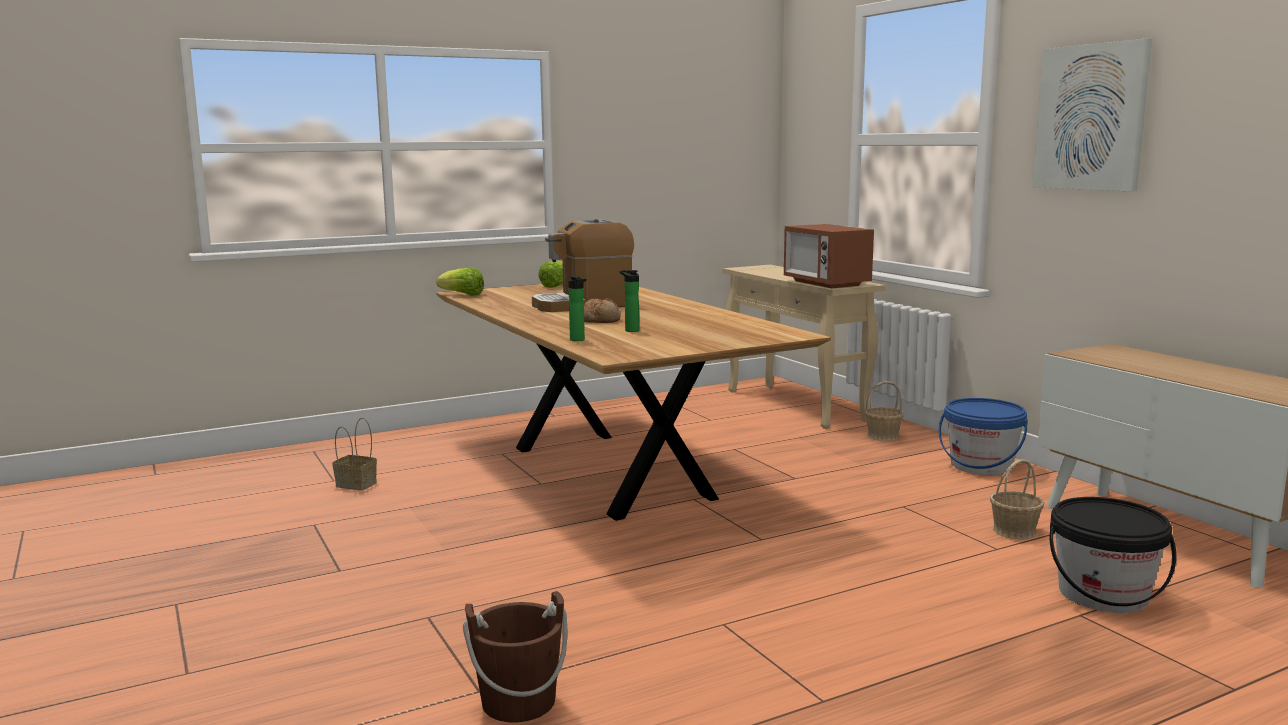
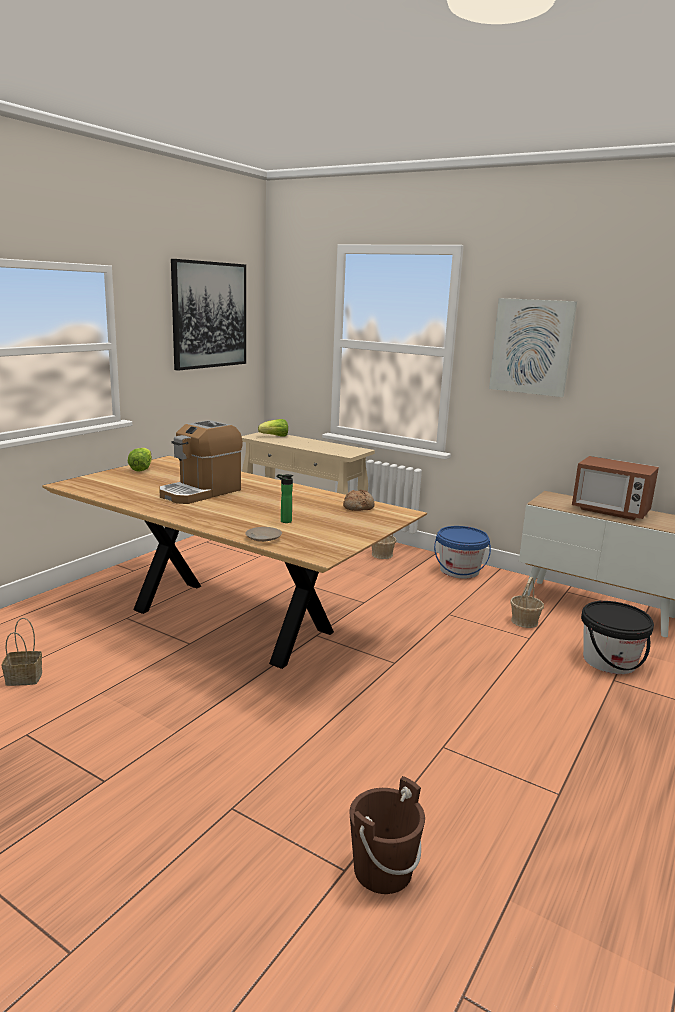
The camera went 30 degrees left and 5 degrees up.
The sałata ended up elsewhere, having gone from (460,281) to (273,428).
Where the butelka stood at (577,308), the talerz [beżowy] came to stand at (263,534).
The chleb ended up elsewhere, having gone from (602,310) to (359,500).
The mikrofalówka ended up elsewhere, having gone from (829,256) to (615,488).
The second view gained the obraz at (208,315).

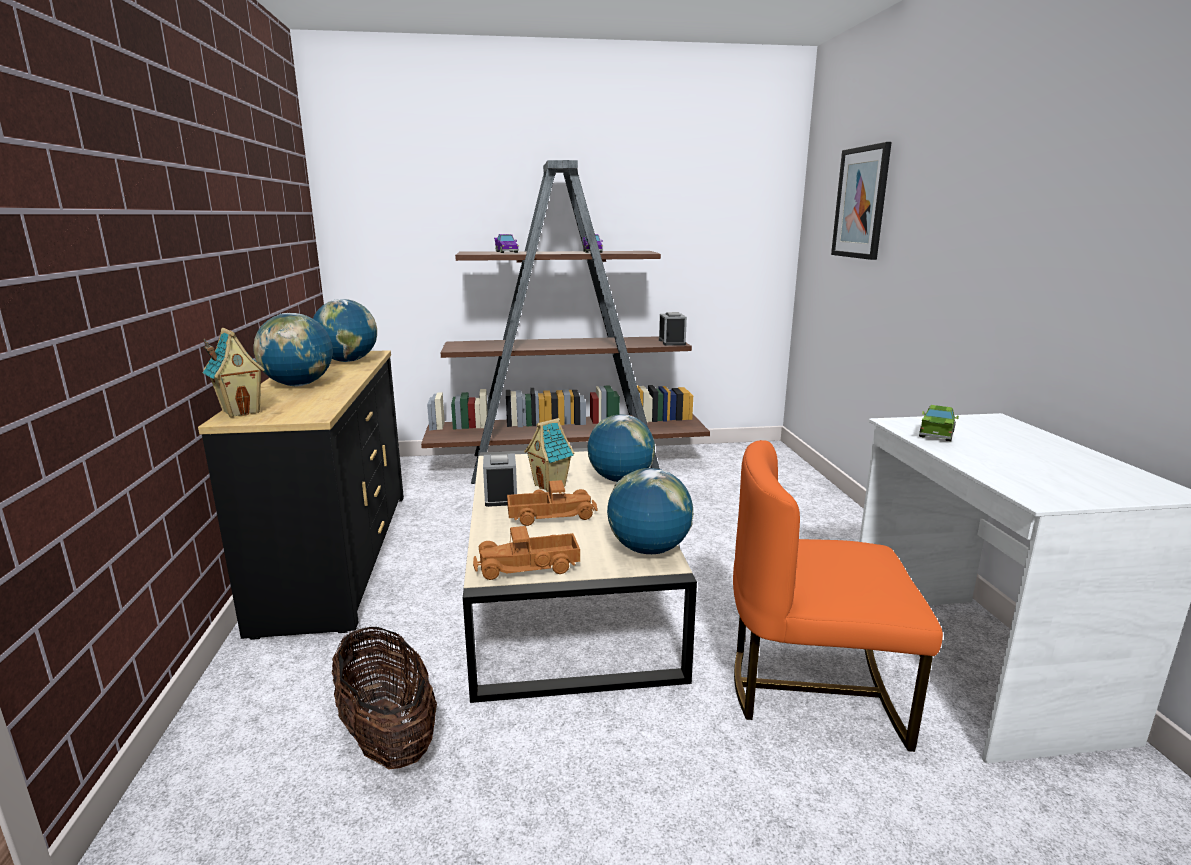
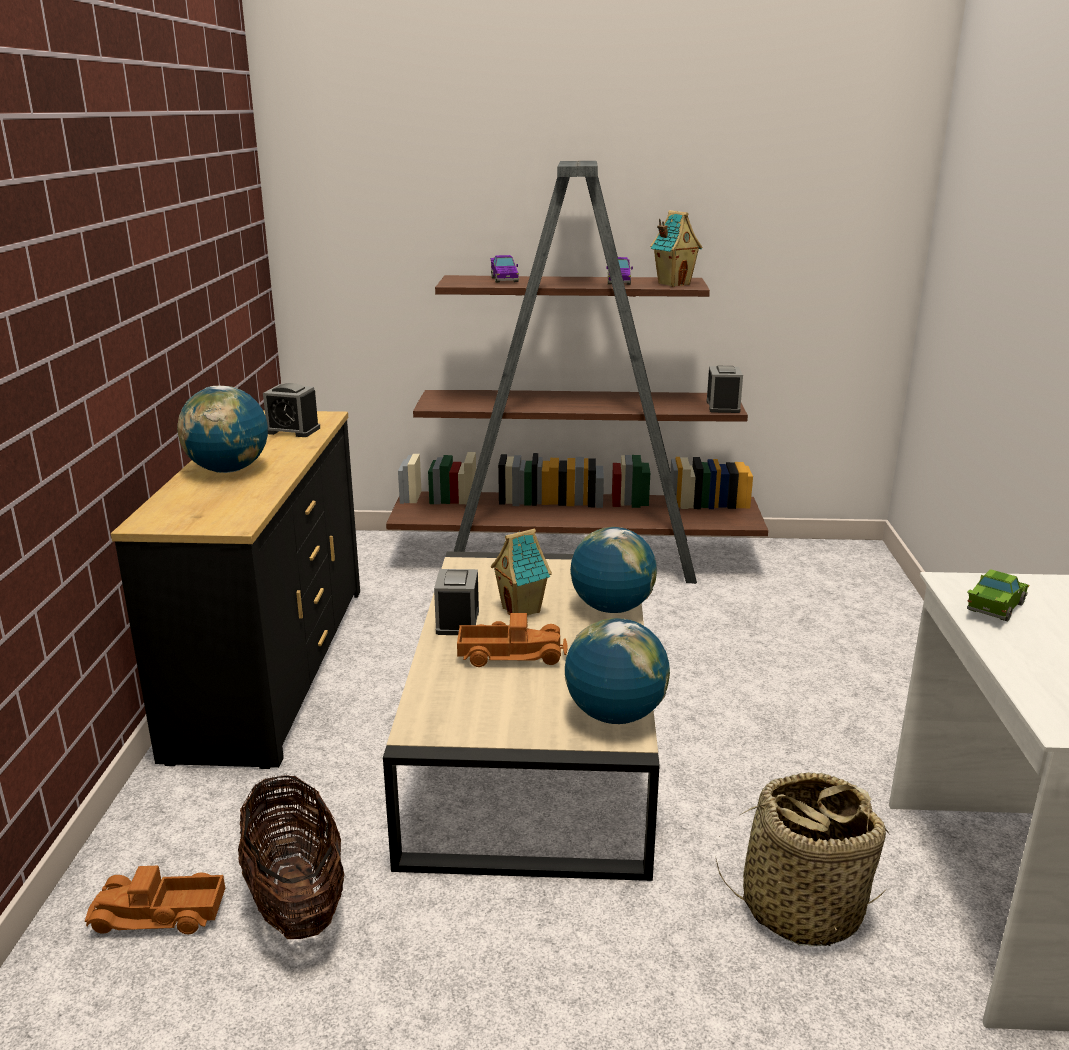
The camera went 10 degrees right and 5 degrees up.
The domek ended up elsewhere, having gone from (234,372) to (676,248).
Where the globus stood at (345,330), the budzik came to stand at (291,410).
The ciężarówka zabawkowa ended up elsewhere, having gone from (526,553) to (155,900).
Where the krzesło [pomarańczowy] stood at (838,596), the koszyk came to stand at (803,859).
The second view lost the obraz at (861,201).

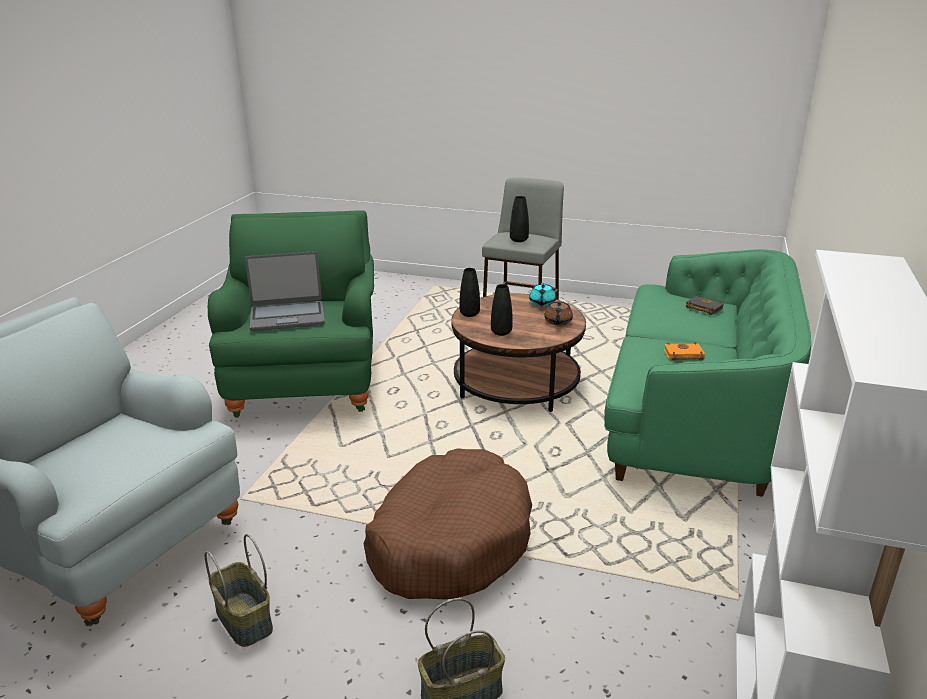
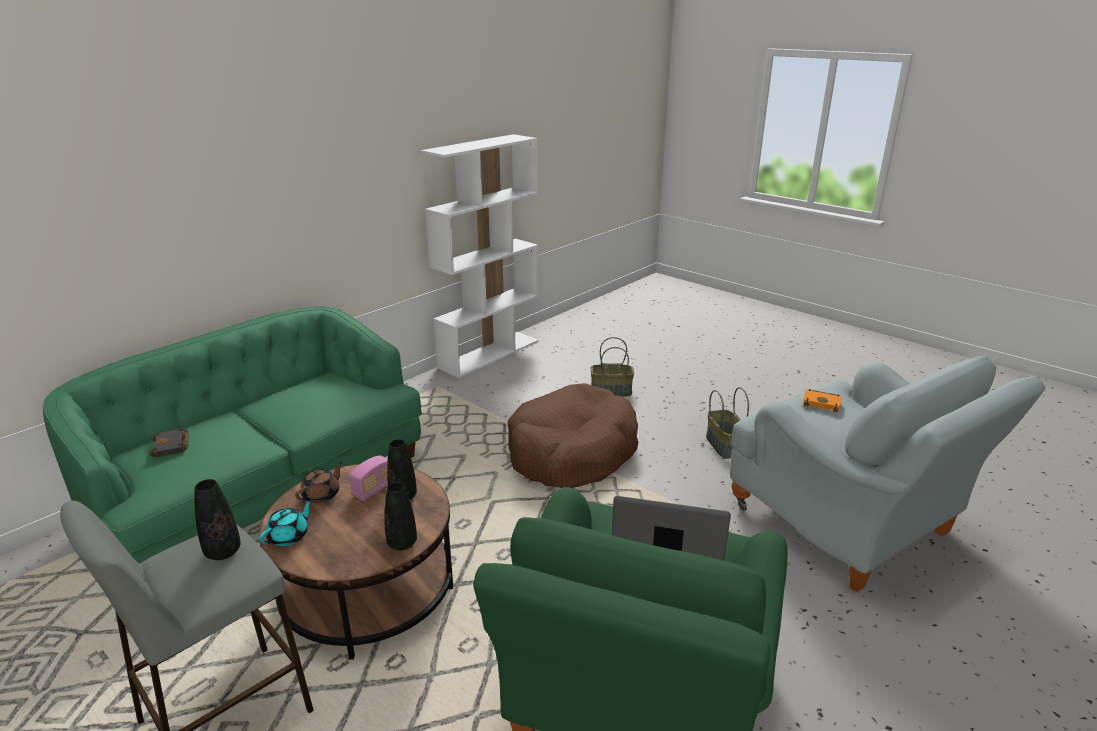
The camera went 155 degrees left and 0 degrees up.
The książka [pomarańczowy] ended up elsewhere, having gone from (684,351) to (822,400).
The second view gained the radio at (368,478).

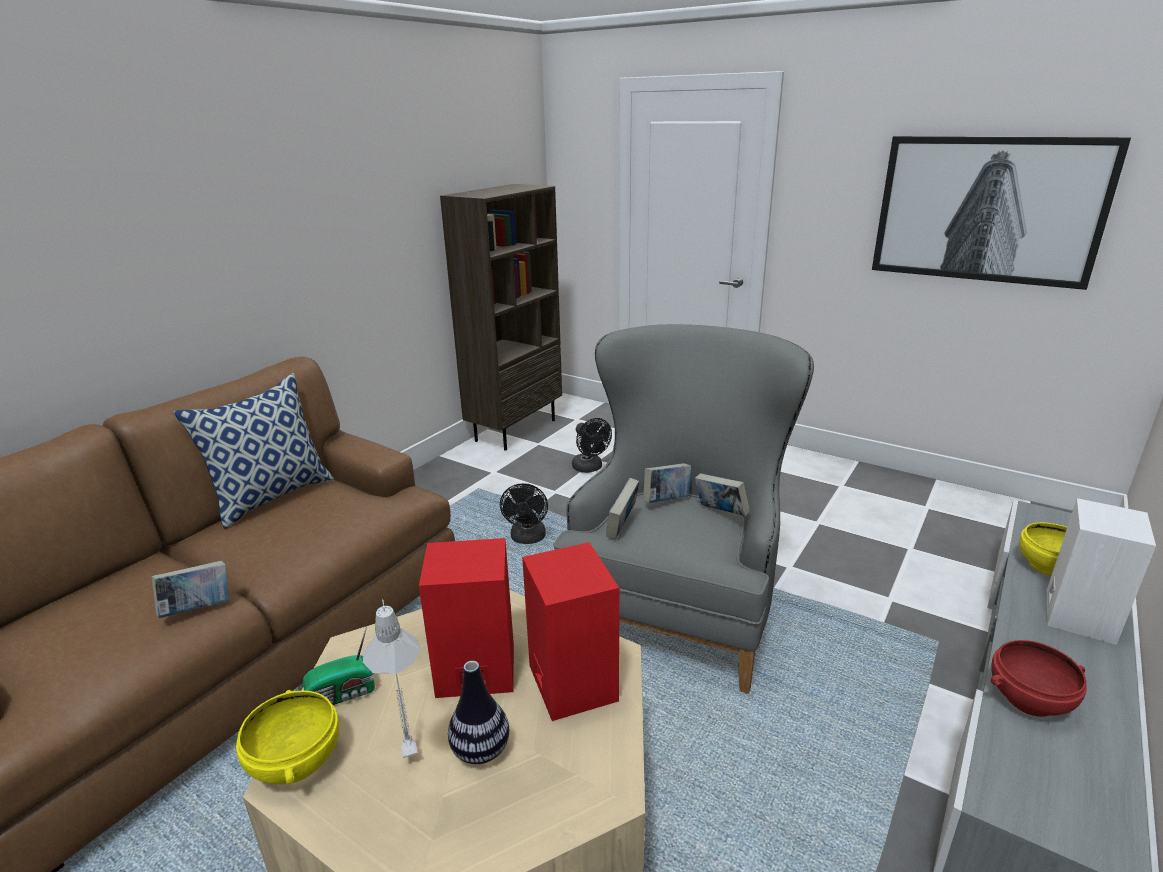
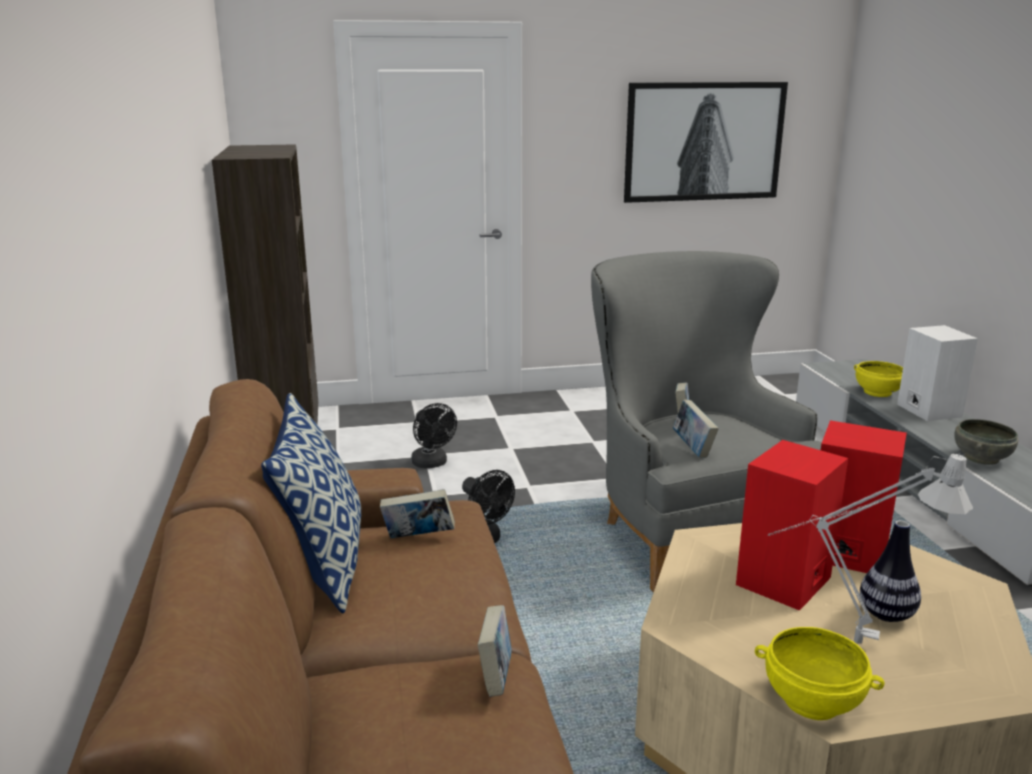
The camera went 45 degrees left and 5 degrees down.
The second view lost the radio at (339,665).
The wentylator [czarny] at (592,445) ended up facing another way, 45 degrees clockwise from before.
The książka ended up elsewhere, having gone from (722,494) to (417,513).
What was the miska [czerwony] at (1039,678) turned into the miska [szary] at (986,442).

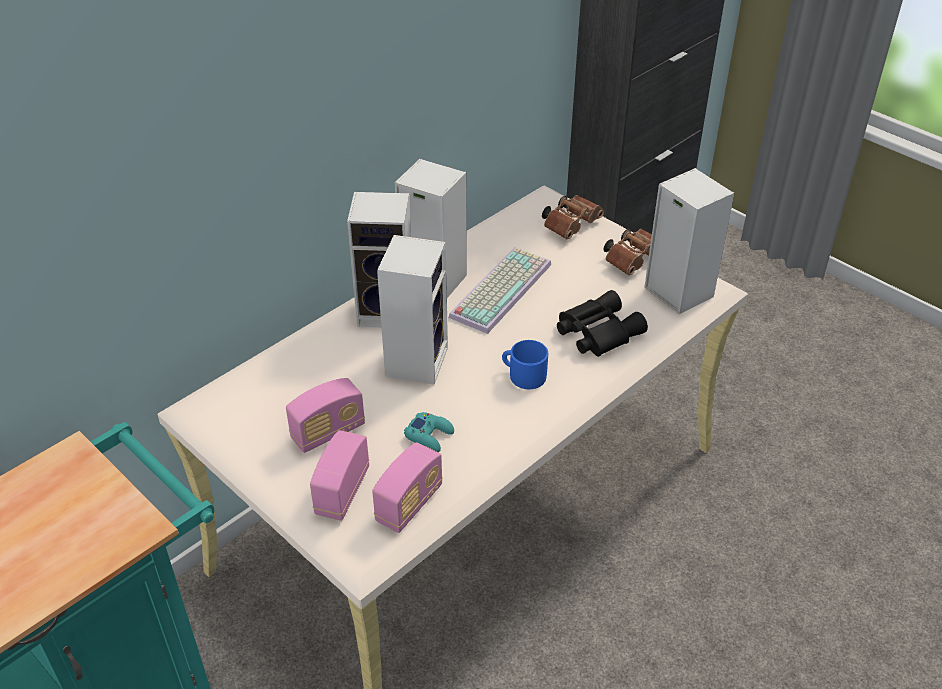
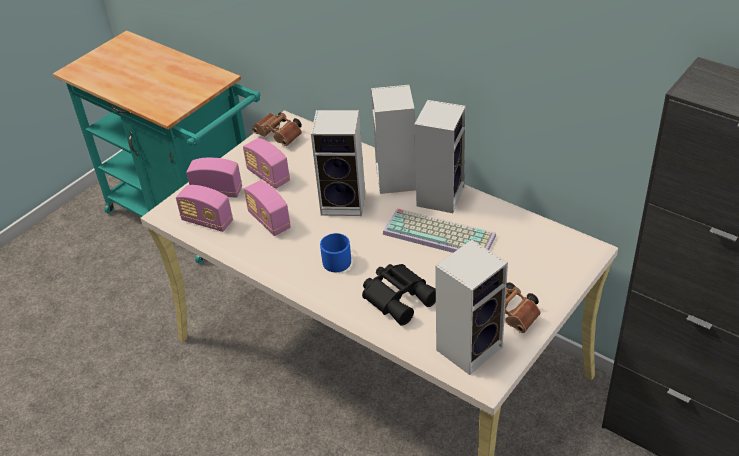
The camera went 85 degrees right and 0 degrees up.
Where the pad do gier [turkusowy] stood at (429,432), the radio came to stand at (267,208).
The lornetka [brązowy] ended up elsewhere, having gone from (573,217) to (277,129).

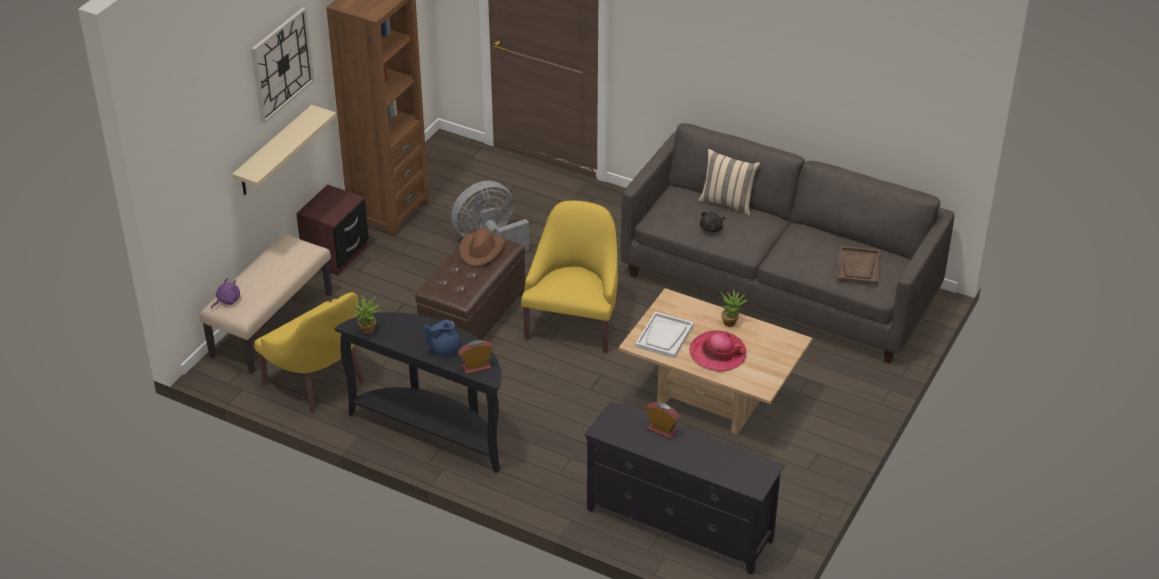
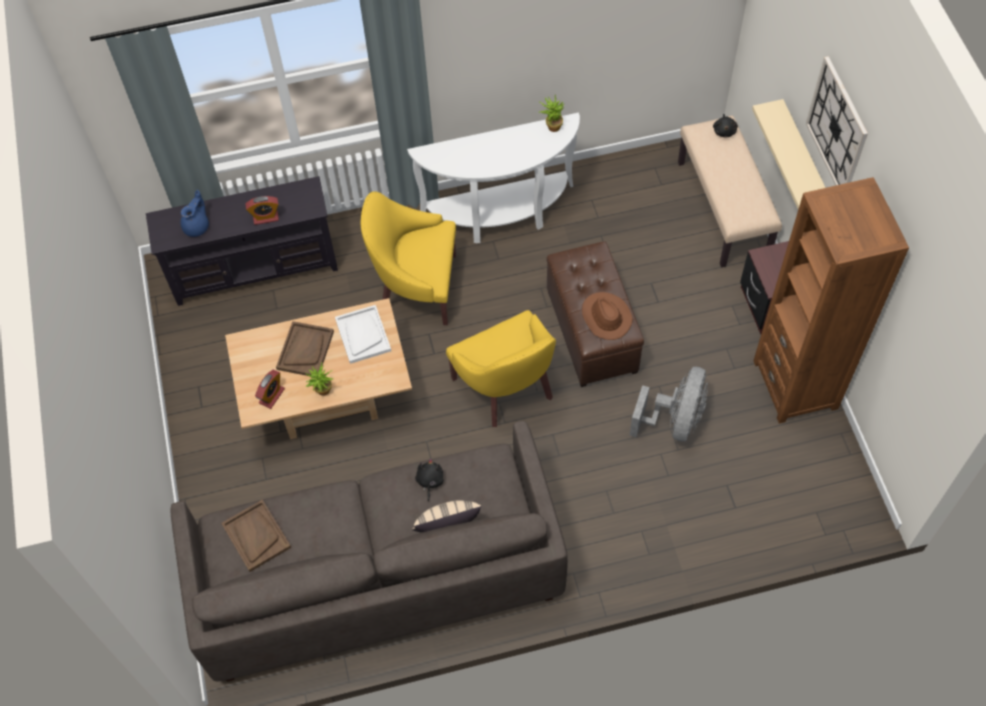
The camera went 140 degrees right and 20 degrees up.
What was the pluszak [fioletowy] at (225,293) turned into the pluszak [czarny] at (725,125).
The fotel [żółty] ended up elsewhere, having gone from (309,352) to (408,258).
What was the stolik konsolowy [czarny] at (418,392) turned into the stolik konsolowy [biały] at (493,177).
The imbryk [niebieski] ended up elsewhere, having gone from (442,337) to (194,213).
The budzik ended up elsewhere, having gone from (475,357) to (270,389).
Where the kapelusz stood at (718,351), the taca [brązowy] came to stand at (305,348).

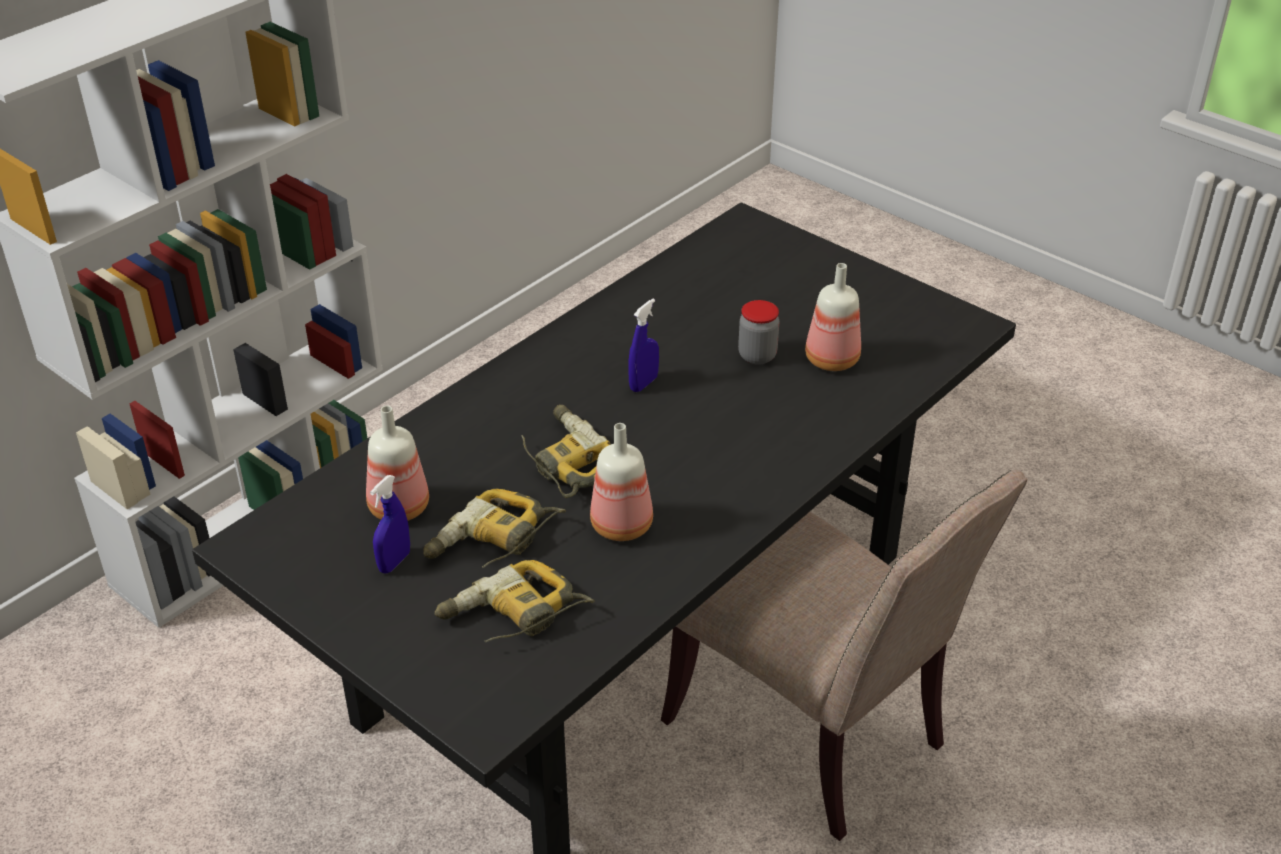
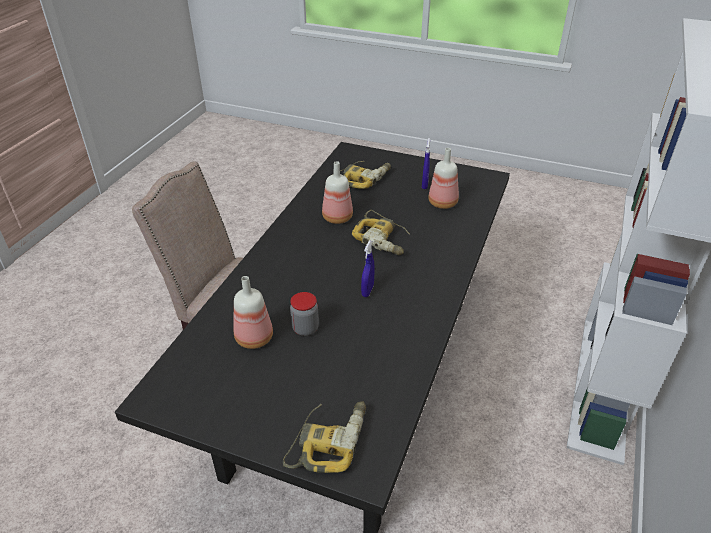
The camera went 160 degrees right and 0 degrees up.
The wiertarka ended up elsewhere, having gone from (494,528) to (324,437).

